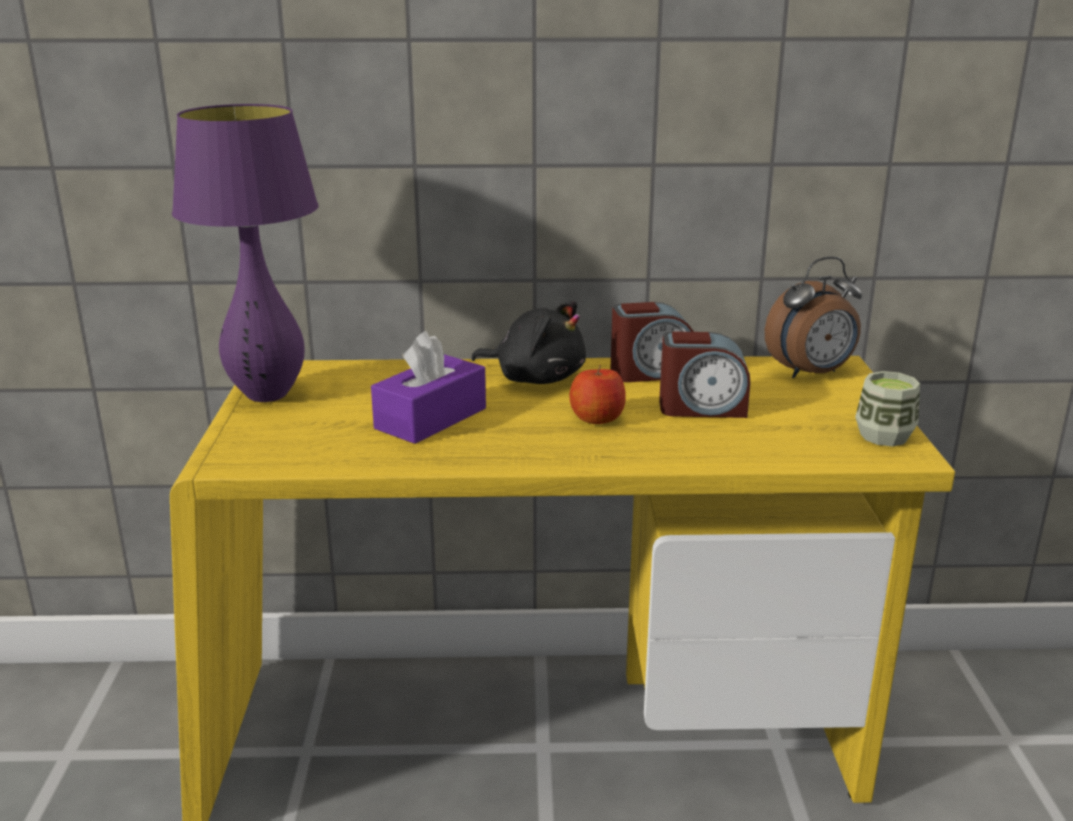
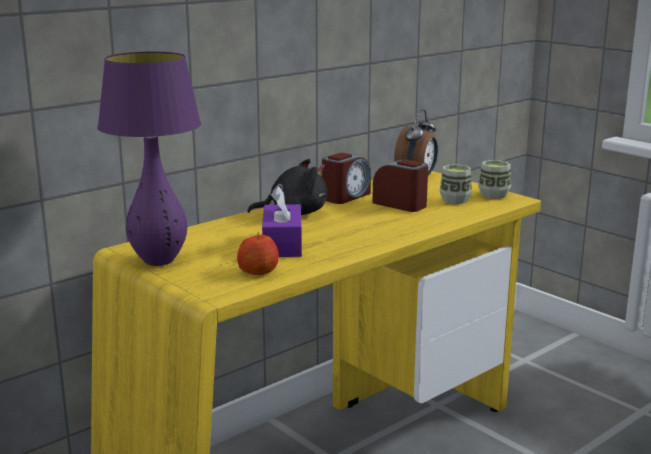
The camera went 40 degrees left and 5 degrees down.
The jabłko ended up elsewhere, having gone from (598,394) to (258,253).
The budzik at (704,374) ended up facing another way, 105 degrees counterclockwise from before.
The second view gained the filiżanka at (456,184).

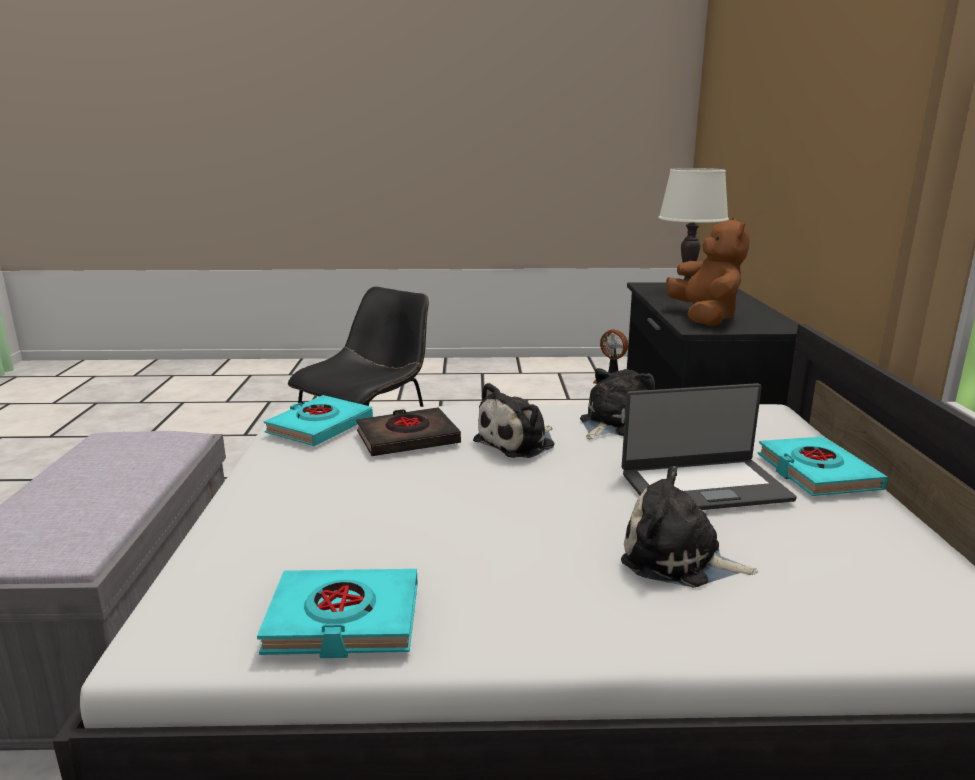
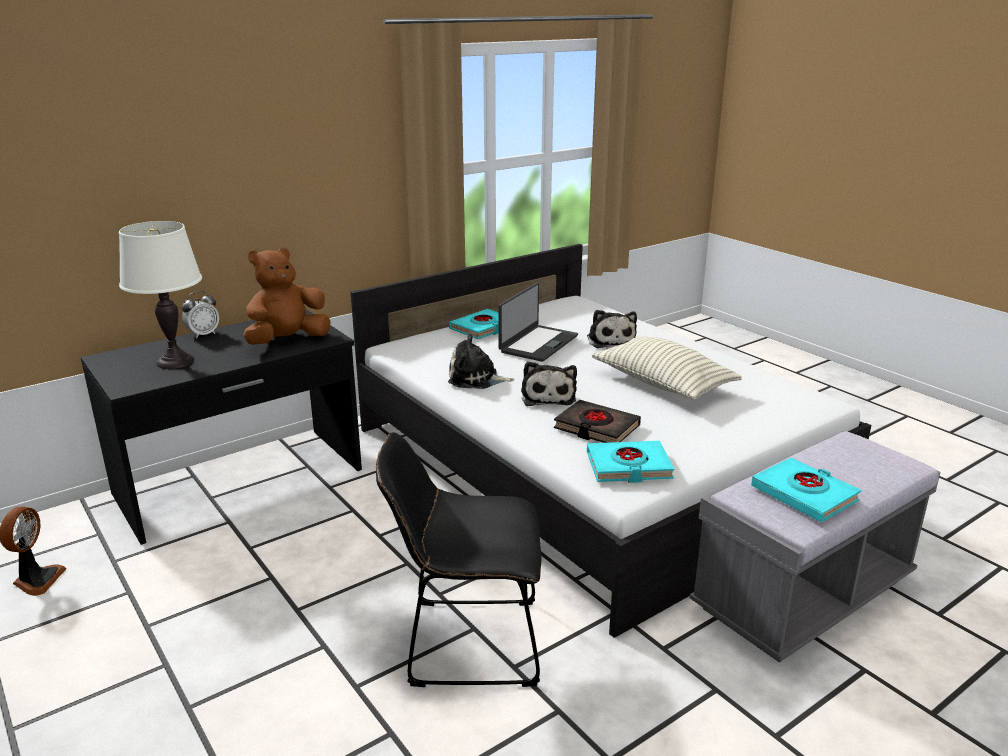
The camera went 125 degrees left and 5 degrees up.
The książka [turkusowy] ended up elsewhere, having gone from (337,613) to (806,490).
The pluszak at (514,420) ended up facing another way, 75 degrees clockwise from before.
The laptop at (709,446) ended up facing another way, 75 degrees clockwise from before.
The second view gained the budzik at (200,315).
The second view gained the poduszka at (666,367).

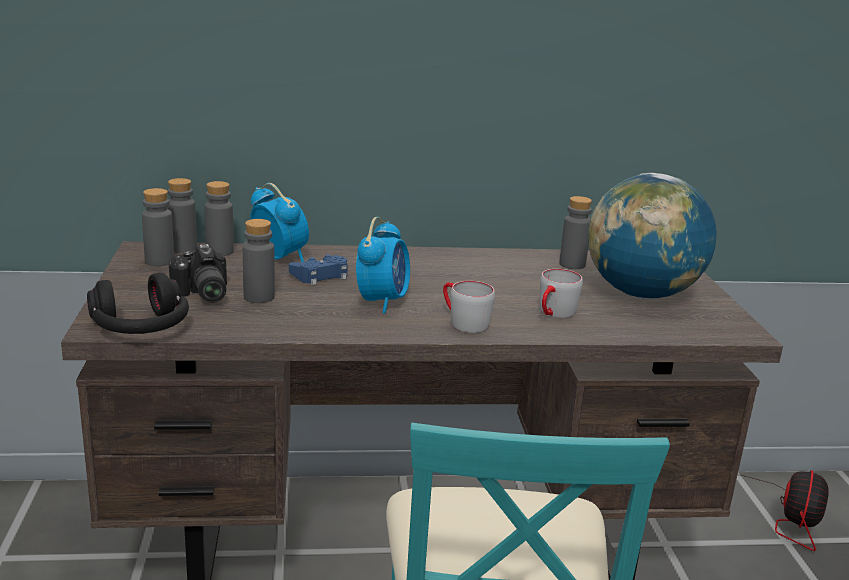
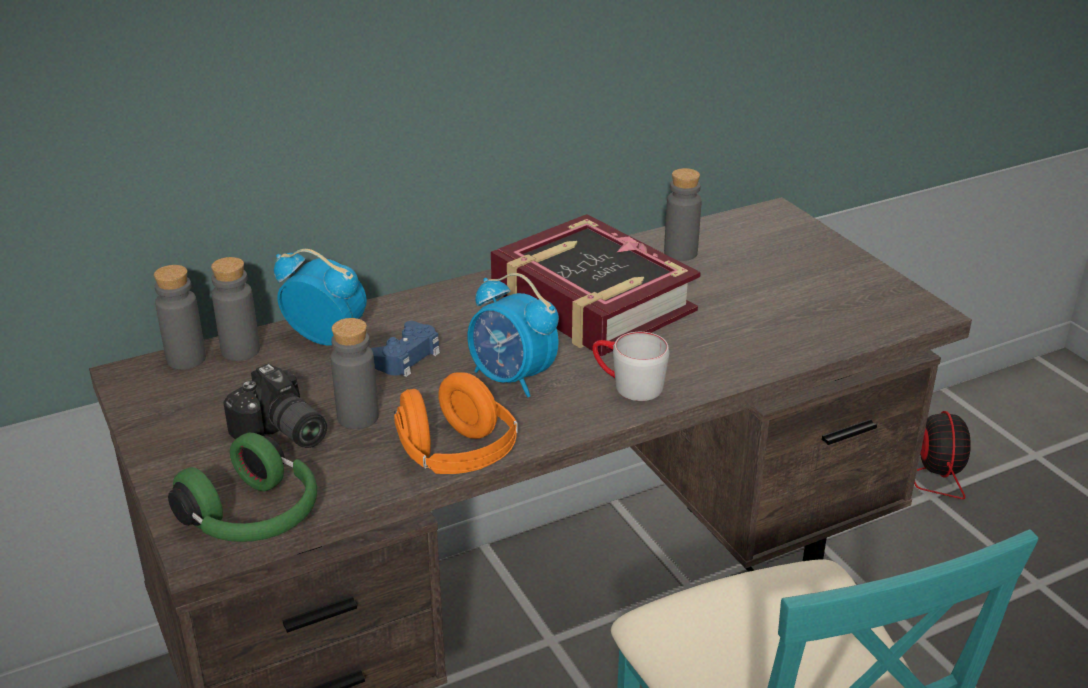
The camera went 20 degrees left and 10 degrees up.
What was the słuchawki [czarny] at (138,303) turned into the słuchawki [zielony] at (242,487).
The second view lost the butelka [szary] at (158,227).
The budzik at (383,265) ended up facing another way, 135 degrees clockwise from before.
The second view lost the kubek [szary] at (561,293).
The second view lost the globus at (652,236).
The second view gained the słuchawki [pomarańczowy] at (456,423).
The second view gained the książka at (596,285).

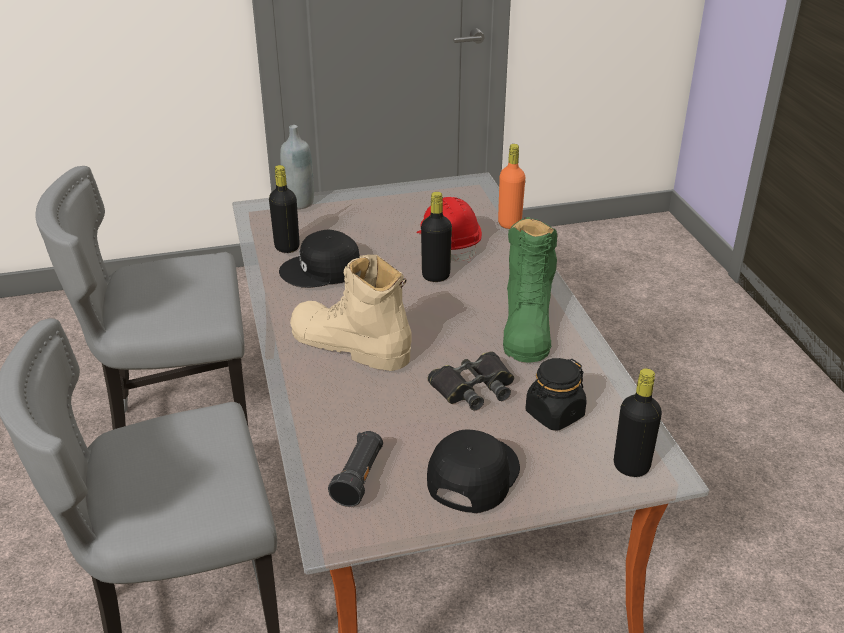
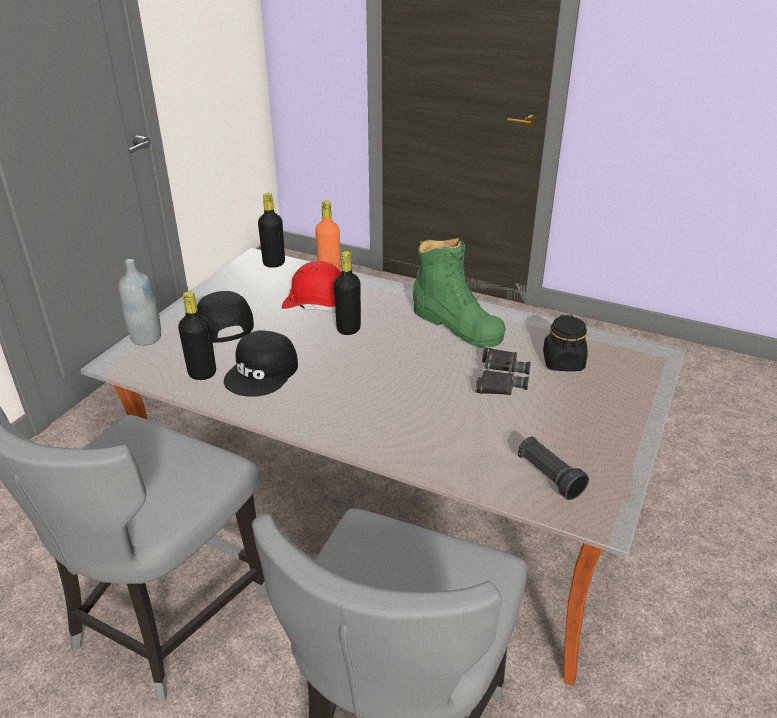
The camera went 50 degrees left and 0 degrees up.
The second view lost the but z cholewką [beżowy] at (351,313).
The czapka z daszkiem [czarny] ended up elsewhere, having gone from (473,471) to (225,317).
The butelka [czarny] ended up elsewhere, having gone from (638,422) to (271,230).

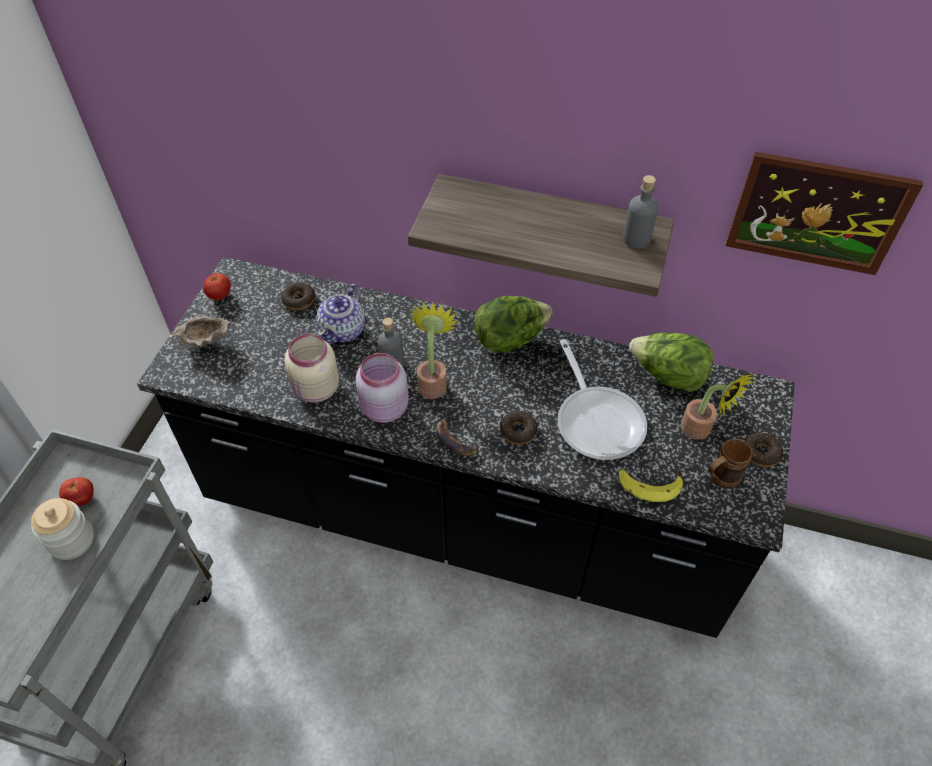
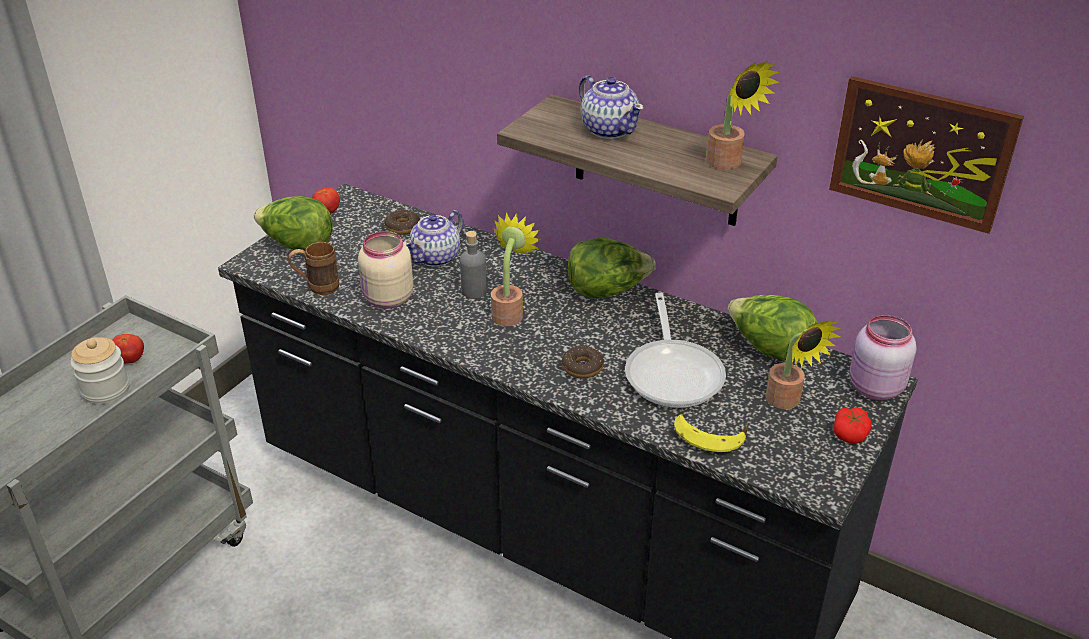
The camera went 15 degrees right and 15 degrees down.
Where the miska [beżowy] stood at (201,331), the sałata came to stand at (293,223).
The słoik [różowy] ended up elsewhere, having gone from (382,388) to (883,357).
The second view lost the banan at (457,435).
Where the butelka [szary] stood at (640,212), the roślina doniczkowa came to stand at (743,115).
The kubek [brązowy] ended up elsewhere, having gone from (730,464) to (313,268).
Where the donut stood at (763,450), the pomidor came to stand at (852,425).
The second view gained the imbryk at (611,107).

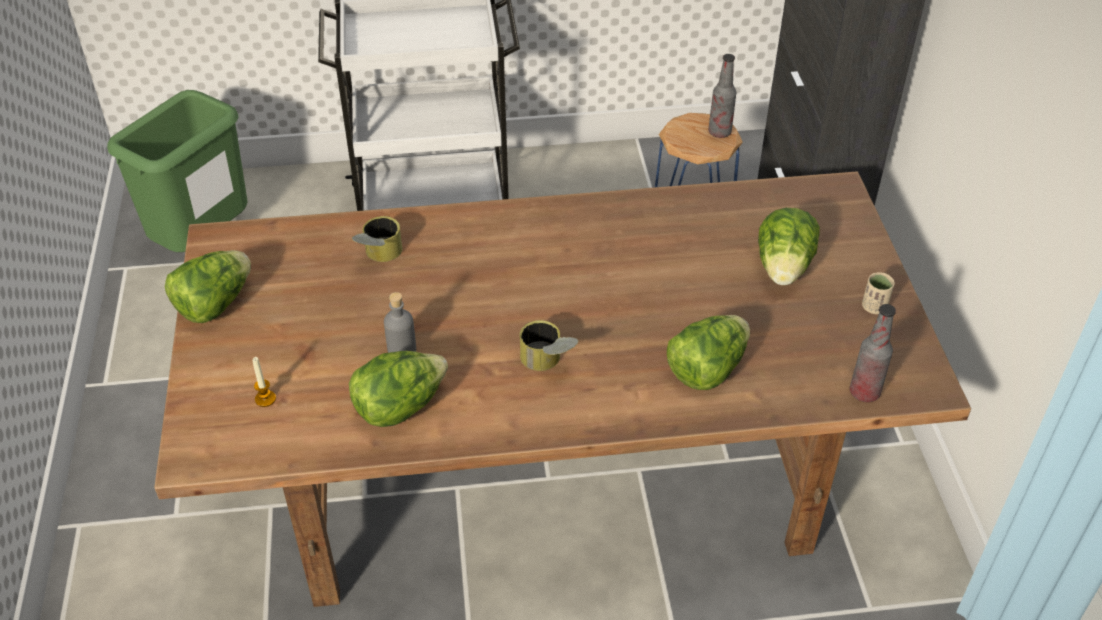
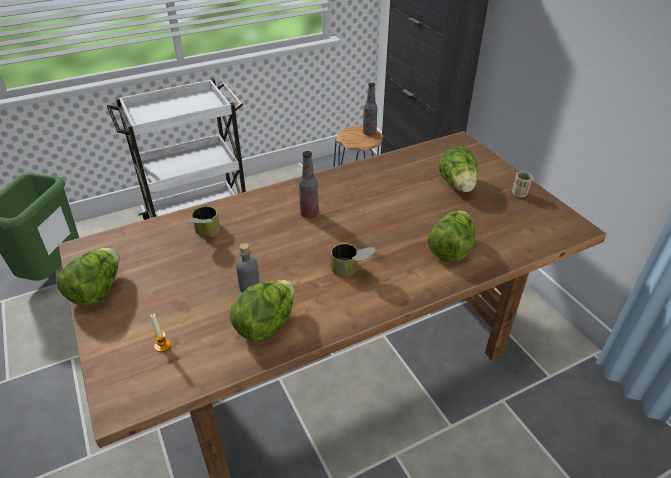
The camera went 20 degrees left and 5 degrees down.
The butelka ended up elsewhere, having gone from (873,353) to (309,184).

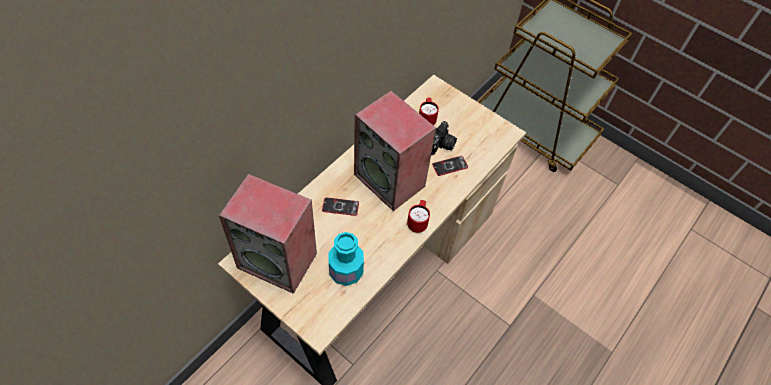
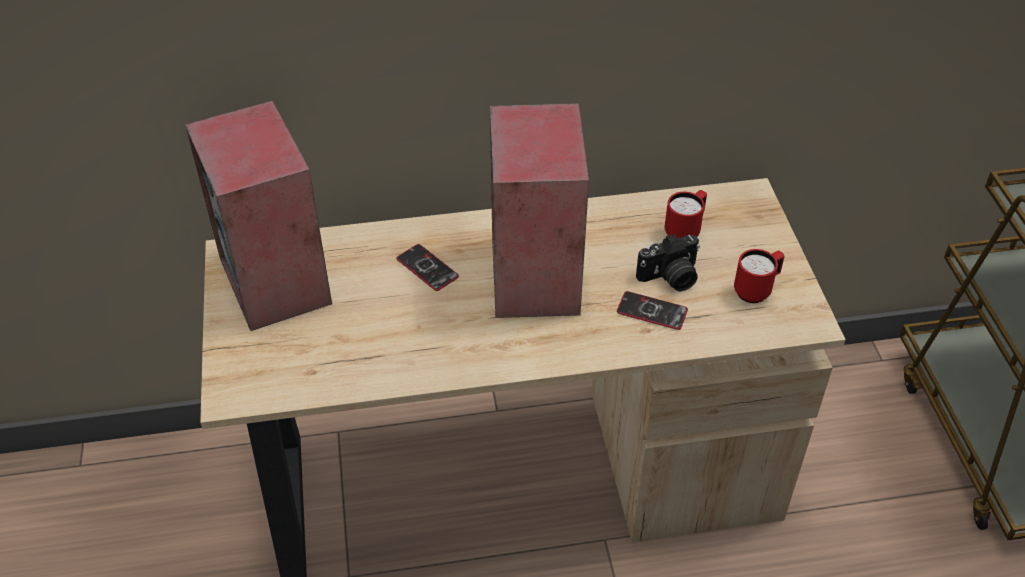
The camera went 45 degrees right and 10 degrees down.
The second view lost the butelka [turkusowy] at (346,259).
The kubek [czerwony] ended up elsewhere, having gone from (418,216) to (759,276).

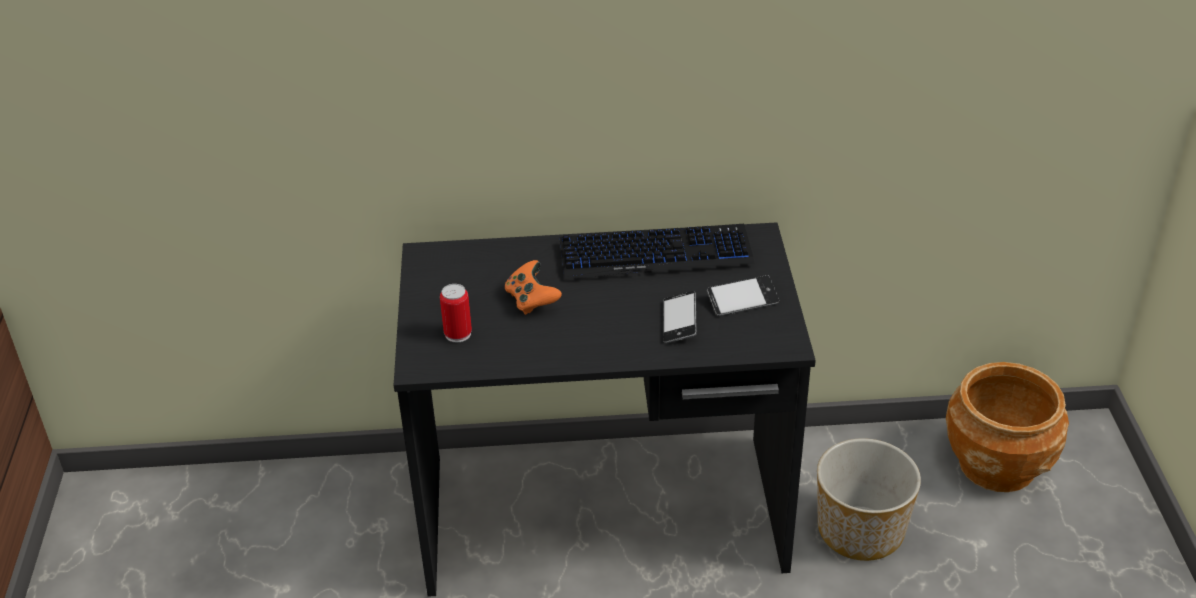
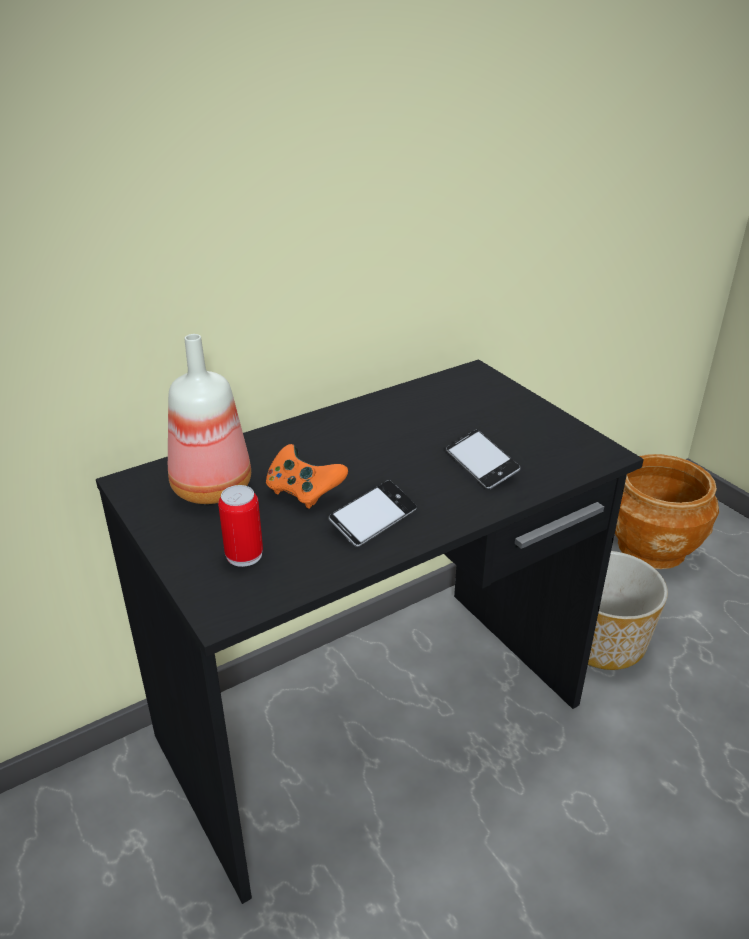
The camera went 30 degrees left and 5 degrees down.
The second view lost the klawiatura at (657,252).
The telefon ended up elsewhere, having gone from (743,295) to (372,513).
The second view gained the butelka at (209,419).

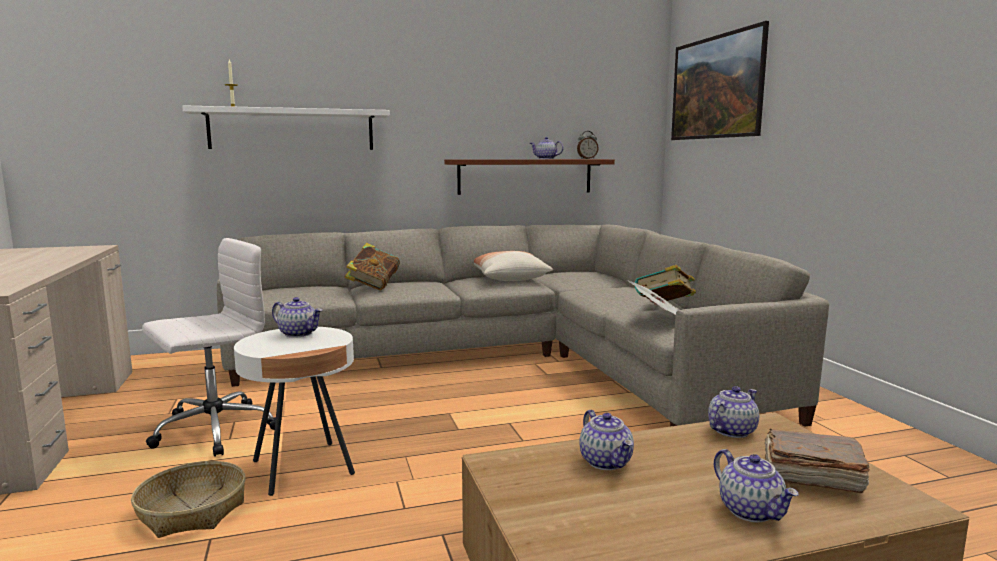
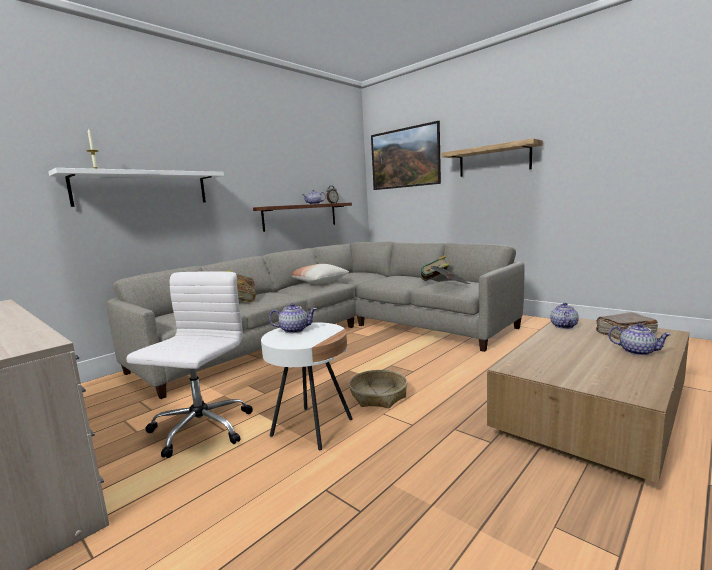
The camera went 30 degrees left and 0 degrees up.
The koszyk ended up elsewhere, having gone from (188,499) to (378,389).
The second view lost the imbryk at (606,440).
The second view gained the półka at (492,157).

